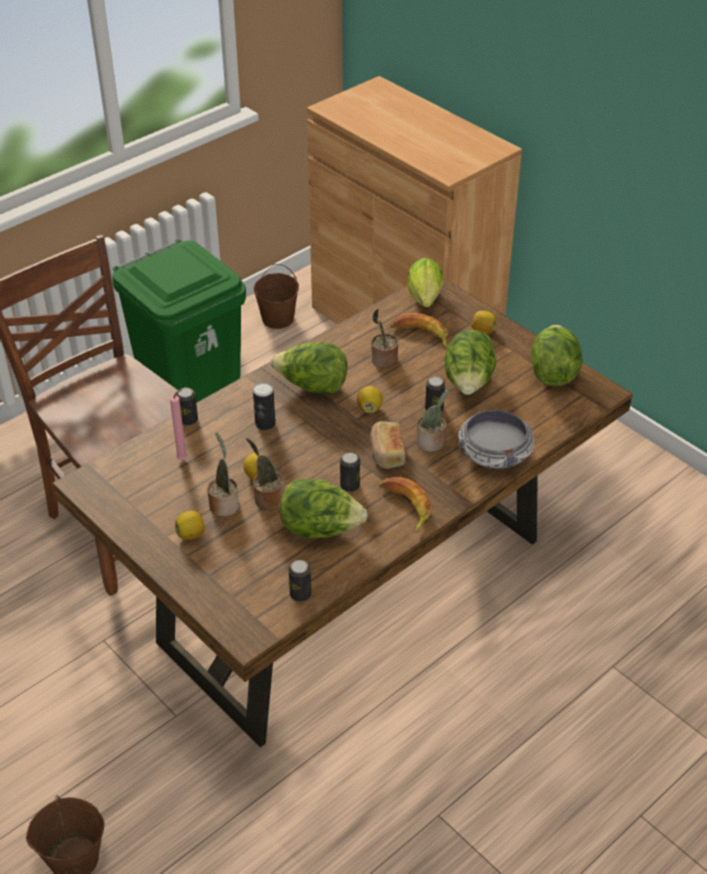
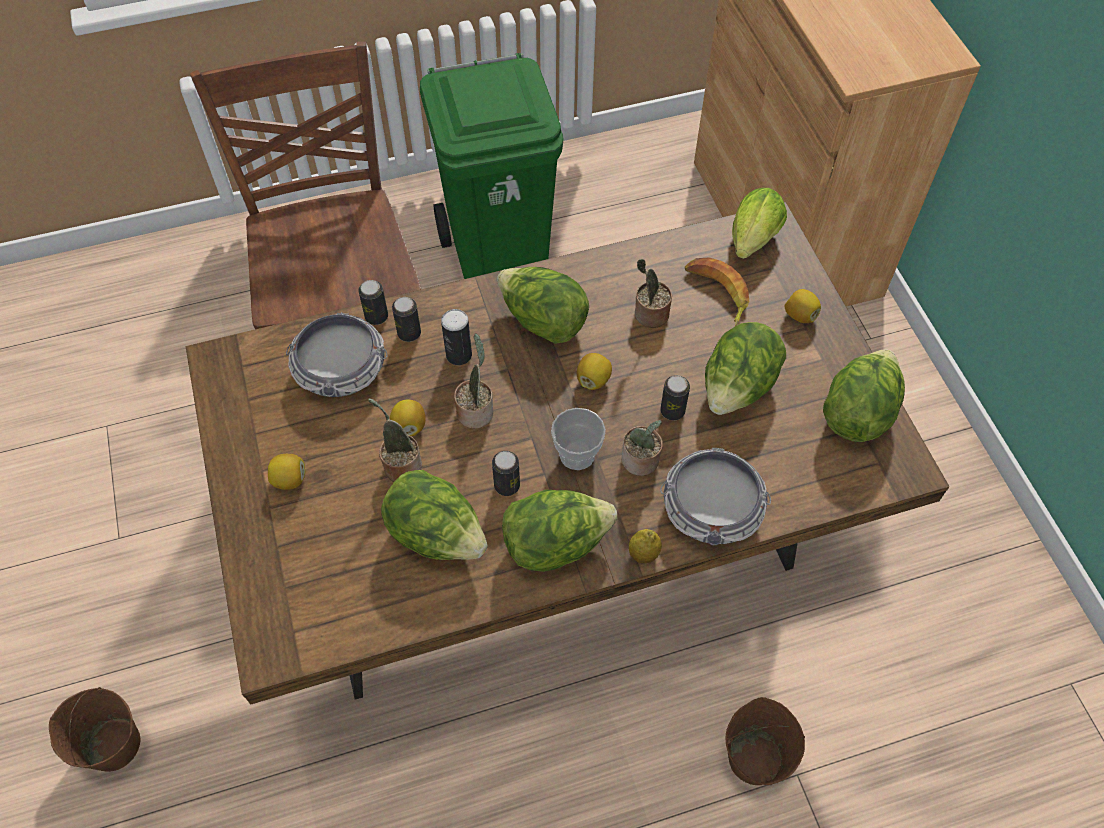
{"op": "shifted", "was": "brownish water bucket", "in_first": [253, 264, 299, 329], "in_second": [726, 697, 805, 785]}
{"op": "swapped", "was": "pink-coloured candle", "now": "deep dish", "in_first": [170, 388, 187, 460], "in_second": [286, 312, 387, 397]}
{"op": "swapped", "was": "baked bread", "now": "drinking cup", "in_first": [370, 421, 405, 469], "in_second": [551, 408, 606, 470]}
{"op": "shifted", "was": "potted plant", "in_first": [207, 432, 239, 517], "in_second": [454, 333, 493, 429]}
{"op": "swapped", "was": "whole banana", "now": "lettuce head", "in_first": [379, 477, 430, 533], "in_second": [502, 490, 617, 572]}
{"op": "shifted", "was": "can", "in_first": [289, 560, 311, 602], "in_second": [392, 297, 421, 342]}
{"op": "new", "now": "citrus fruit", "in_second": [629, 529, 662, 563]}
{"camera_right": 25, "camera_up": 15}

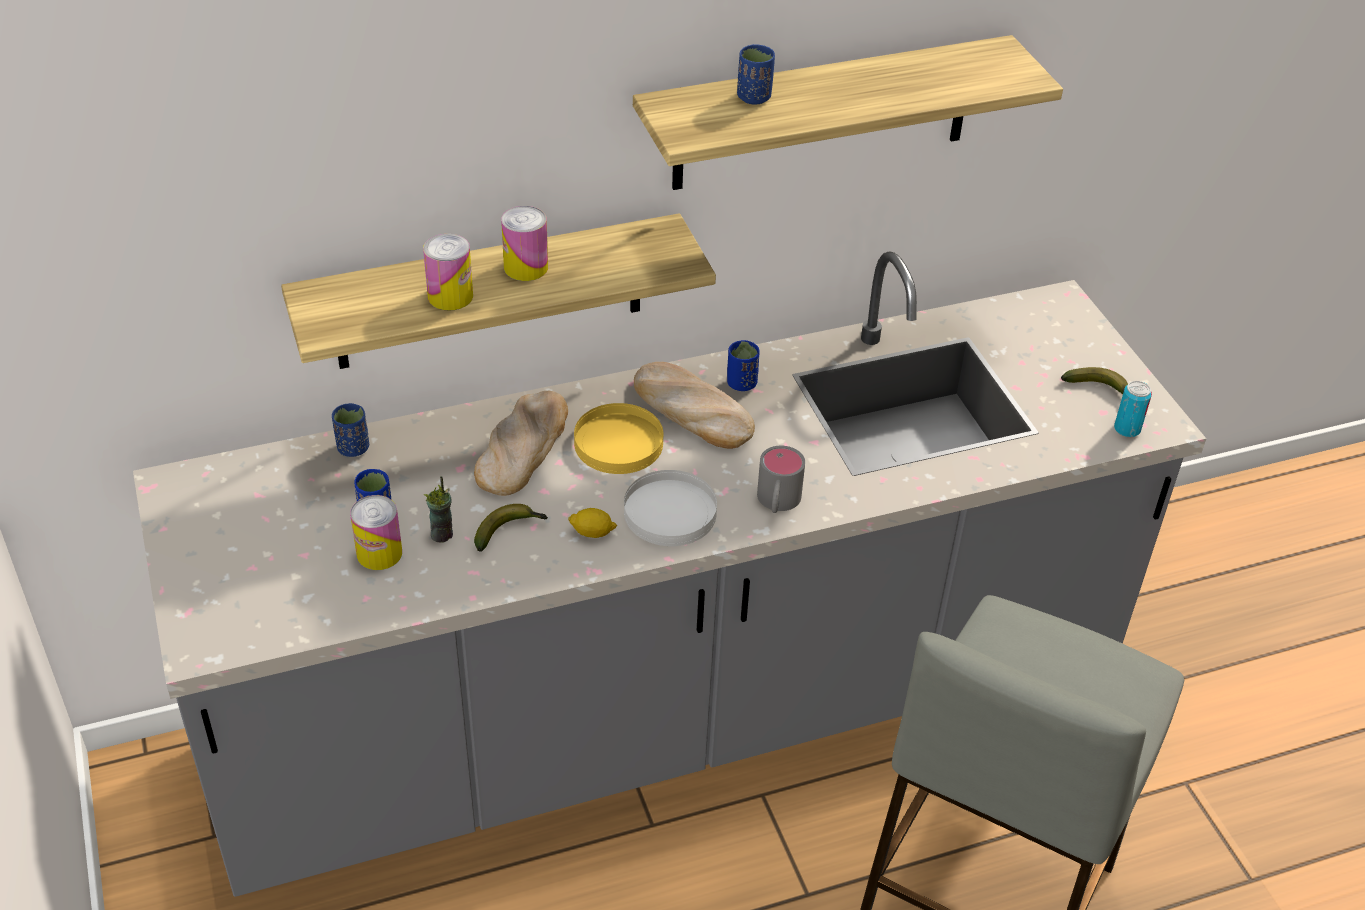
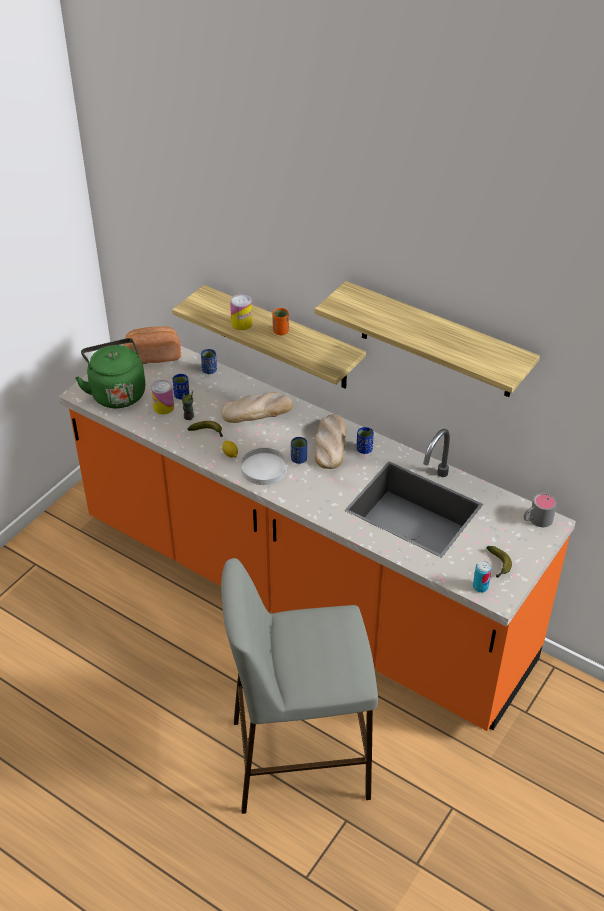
{"op": "shifted", "was": "blue drinking cup", "in_first": [737, 44, 775, 105], "in_second": [291, 437, 307, 464]}
{"op": "swapped", "was": "can", "now": "orangey drinking cup", "in_first": [501, 206, 548, 281], "in_second": [272, 308, 289, 335]}
{"op": "repainted", "was": "grey kitchen base unit", "now": "orangey kitchen base unit", "in_first": [133, 251, 1206, 897], "in_second": [58, 346, 576, 731]}
{"op": "gone", "was": "yellowish plate", "in_first": [574, 403, 663, 474]}
{"op": "shifted", "was": "grey coffee mug", "in_first": [757, 446, 805, 513], "in_second": [524, 493, 557, 527]}
{"op": "new", "now": "baked bread", "in_second": [123, 326, 181, 364]}
{"op": "new", "now": "greenish kettle", "in_second": [75, 338, 146, 408]}
{"camera_right": 55, "camera_up": 0}

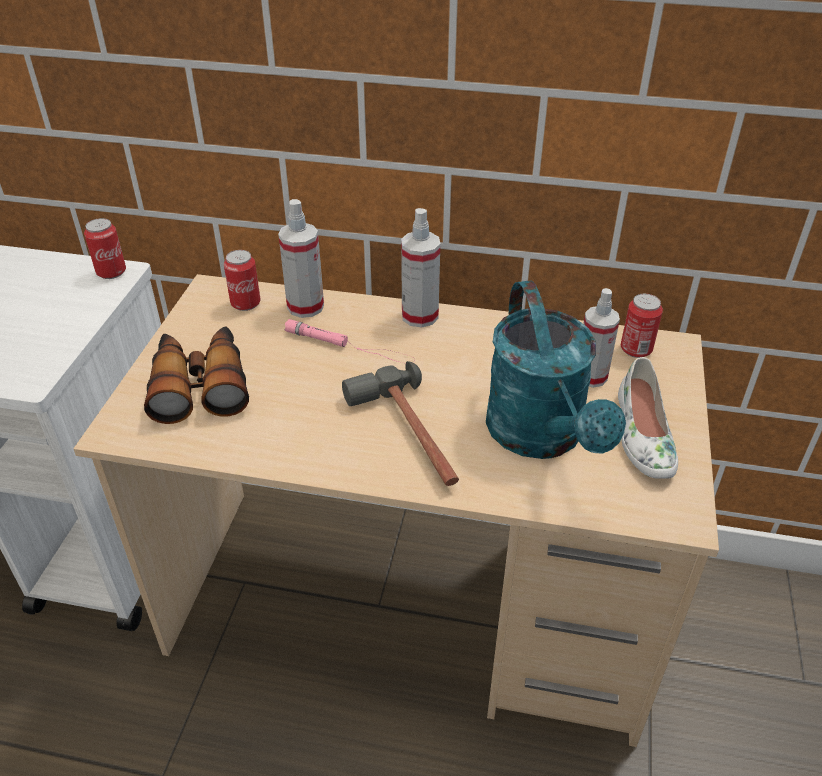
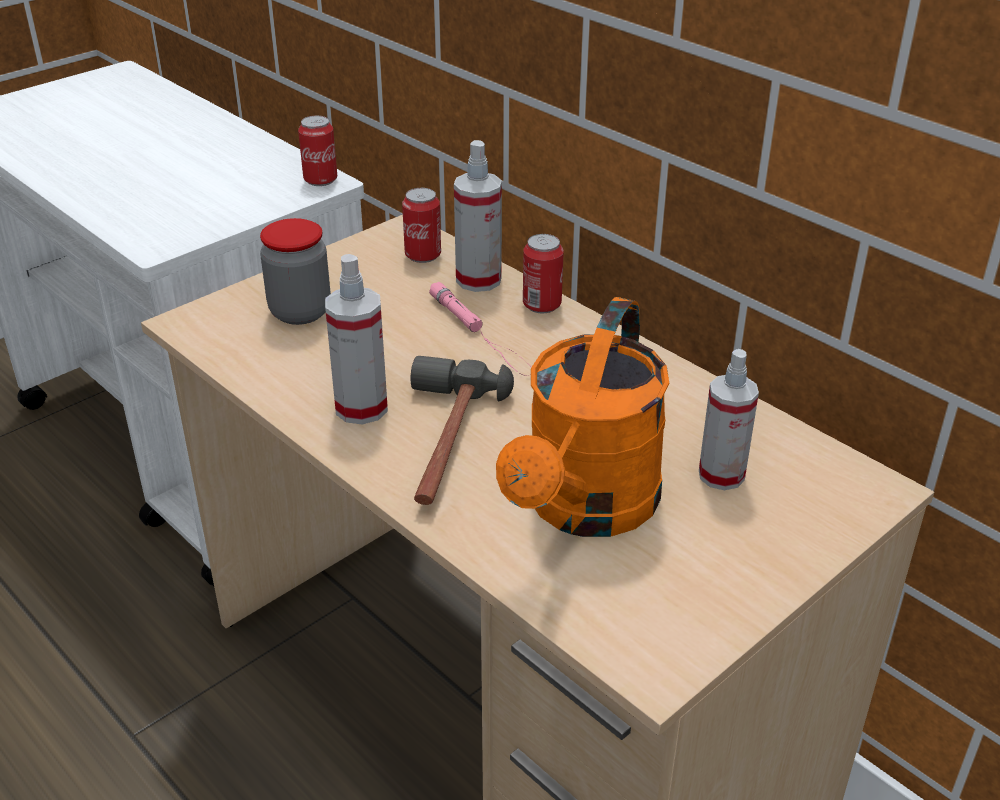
{"op": "shifted", "was": "sprayer", "in_first": [401, 208, 440, 327], "in_second": [325, 254, 388, 424]}
{"op": "repainted", "was": "turquoise-coloured watering pot", "now": "orangey watering pot", "in_first": [486, 280, 626, 459], "in_second": [496, 297, 670, 537]}
{"op": "shifted", "was": "can", "in_first": [621, 294, 663, 358], "in_second": [523, 234, 564, 313]}
{"op": "swapped", "was": "field glasses", "now": "storage jar", "in_first": [144, 326, 249, 424], "in_second": [260, 218, 331, 325]}
{"op": "gone", "was": "white-coloured item of footwear", "in_first": [618, 357, 678, 479]}
{"camera_right": 35, "camera_up": -5}

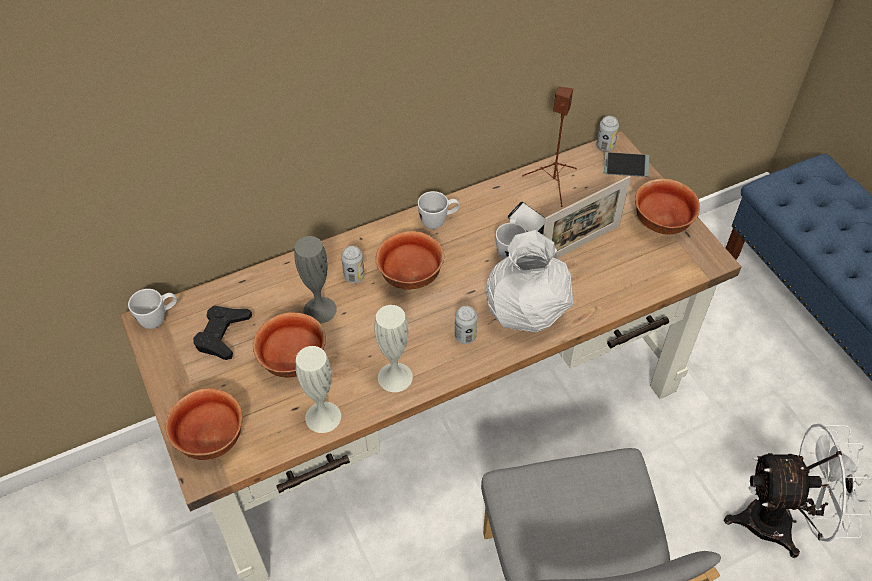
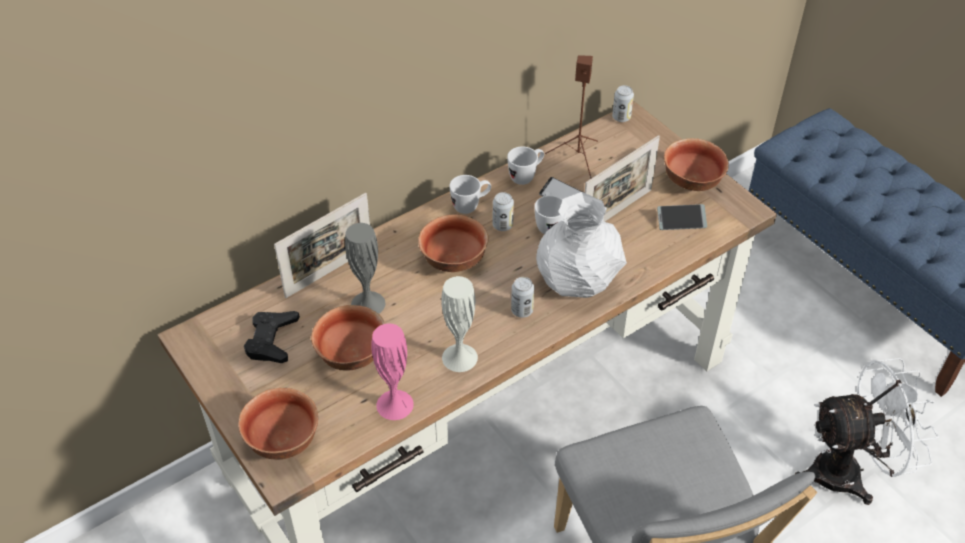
{"op": "shifted", "was": "handset", "in_first": [604, 152, 649, 177], "in_second": [657, 204, 707, 230]}
{"op": "shifted", "was": "can", "in_first": [341, 246, 365, 283], "in_second": [493, 192, 514, 231]}
{"op": "shifted", "was": "white-coloured coffee mug", "in_first": [128, 289, 177, 329], "in_second": [507, 146, 544, 185]}
{"op": "repainted", "was": "white-coloured flower vase", "now": "pink-coloured flower vase", "in_first": [295, 346, 341, 433], "in_second": [371, 323, 414, 420]}
{"op": "new", "now": "photo frame", "in_second": [274, 193, 370, 298]}
{"camera_right": -10, "camera_up": -5}

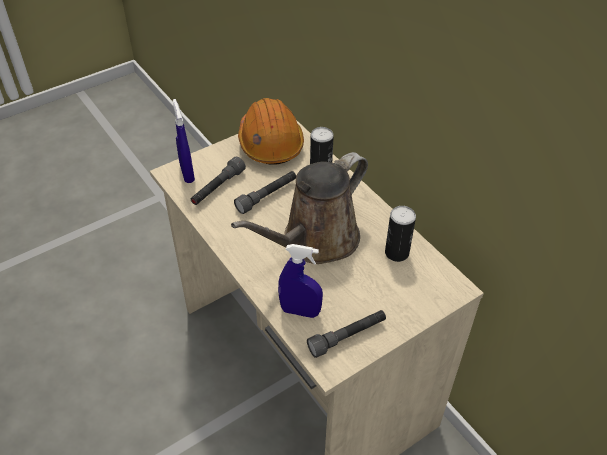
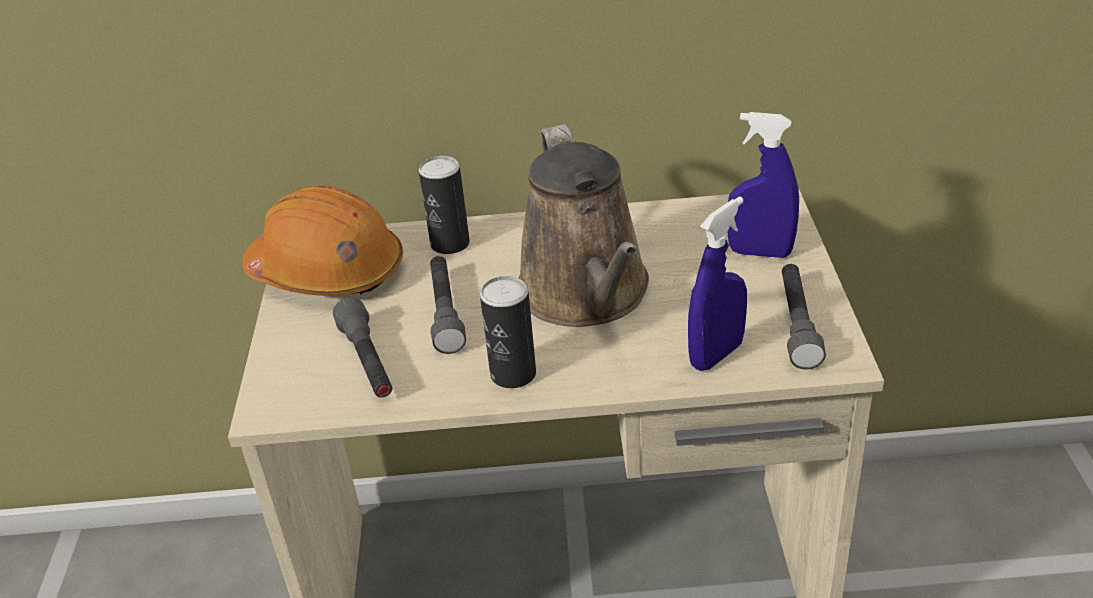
{"op": "shifted", "was": "blue sprayer", "in_first": [173, 99, 195, 183], "in_second": [727, 112, 799, 258]}
{"op": "shifted", "was": "can", "in_first": [385, 206, 416, 262], "in_second": [480, 276, 536, 388]}
{"camera_right": -55, "camera_up": -10}

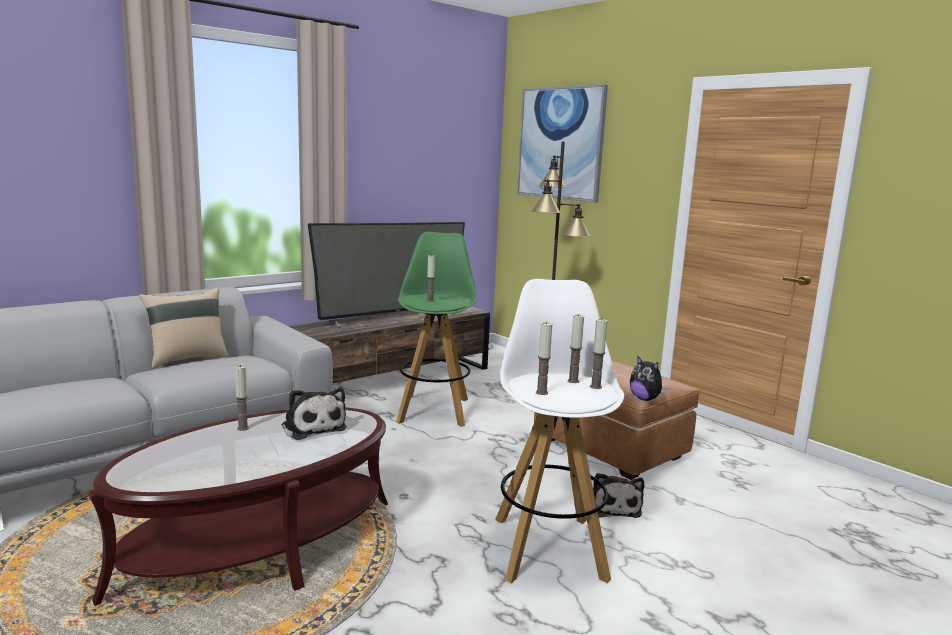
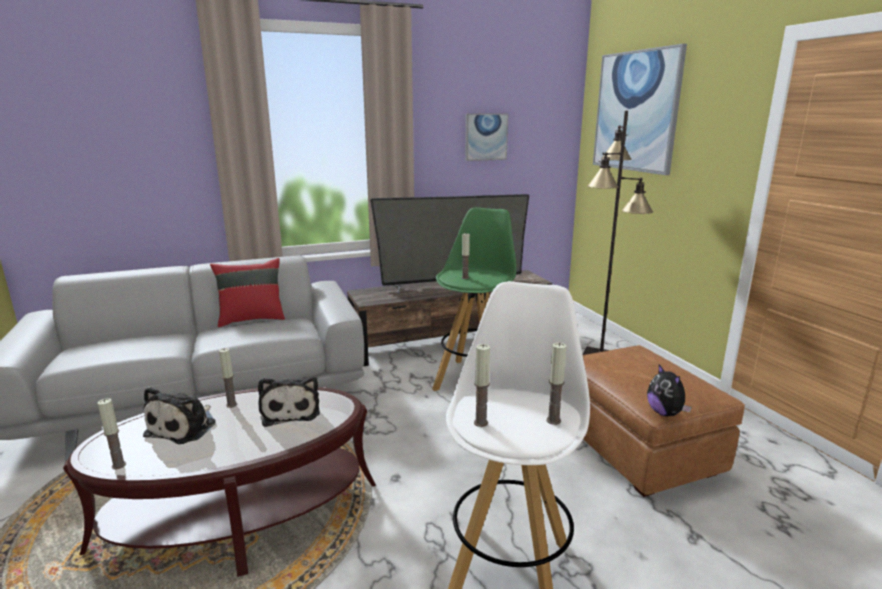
{"op": "repainted", "was": "beige-coloured pillow", "now": "red-coloured pillow", "in_first": [139, 287, 229, 368], "in_second": [210, 258, 285, 327]}
{"op": "shifted", "was": "candle", "in_first": [568, 315, 584, 383], "in_second": [98, 398, 126, 469]}
{"op": "shifted", "was": "plush toy", "in_first": [593, 473, 644, 518], "in_second": [143, 387, 216, 444]}
{"op": "new", "now": "wall art", "in_second": [465, 113, 508, 161]}
{"camera_right": 20, "camera_up": 5}

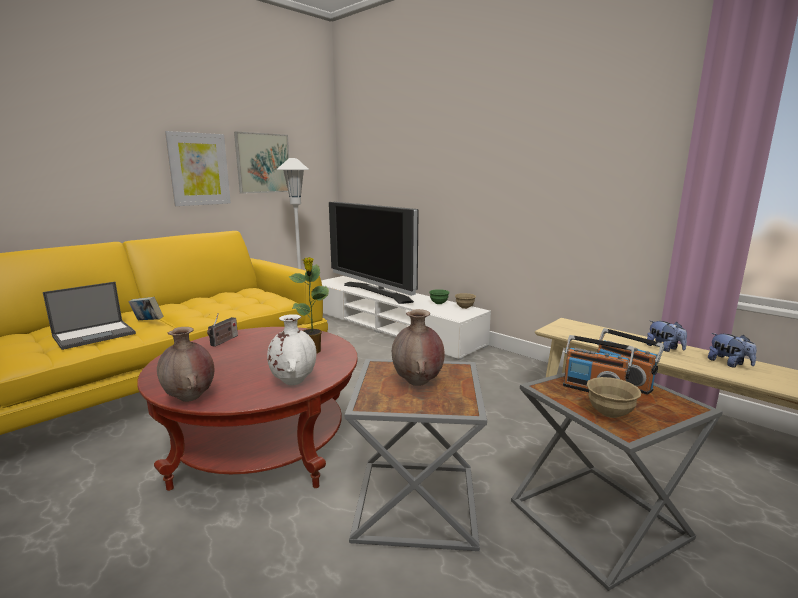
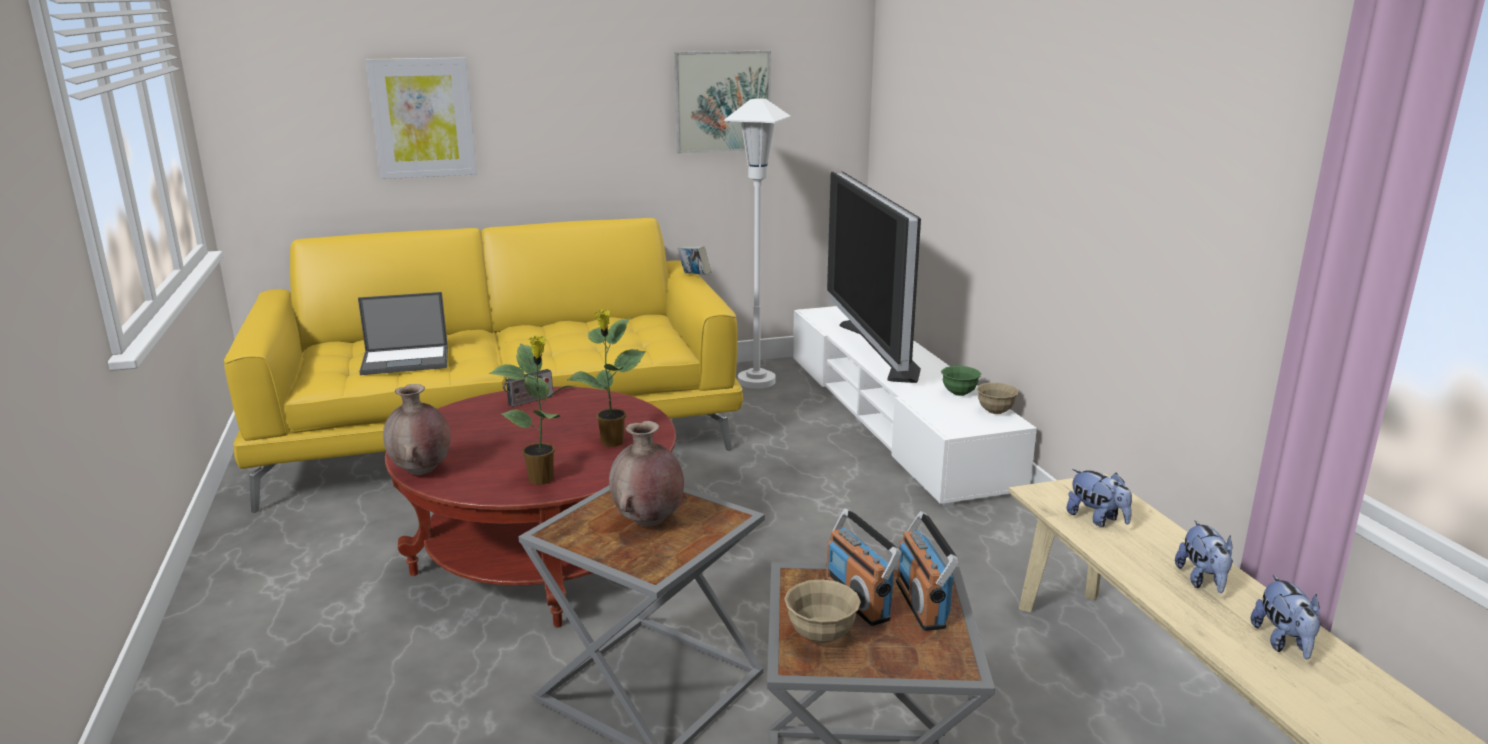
{"op": "shifted", "was": "wall art", "in_first": [165, 131, 231, 206], "in_second": [366, 57, 477, 179]}
{"op": "shifted", "was": "book", "in_first": [128, 297, 164, 320], "in_second": [678, 246, 711, 275]}
{"op": "swapped", "was": "white-coloured flower vase", "now": "potted plant", "in_first": [267, 314, 316, 385], "in_second": [489, 336, 572, 485]}
{"op": "new", "now": "plush toy", "in_second": [1066, 469, 1132, 527]}
{"camera_right": 30, "camera_up": 5}

